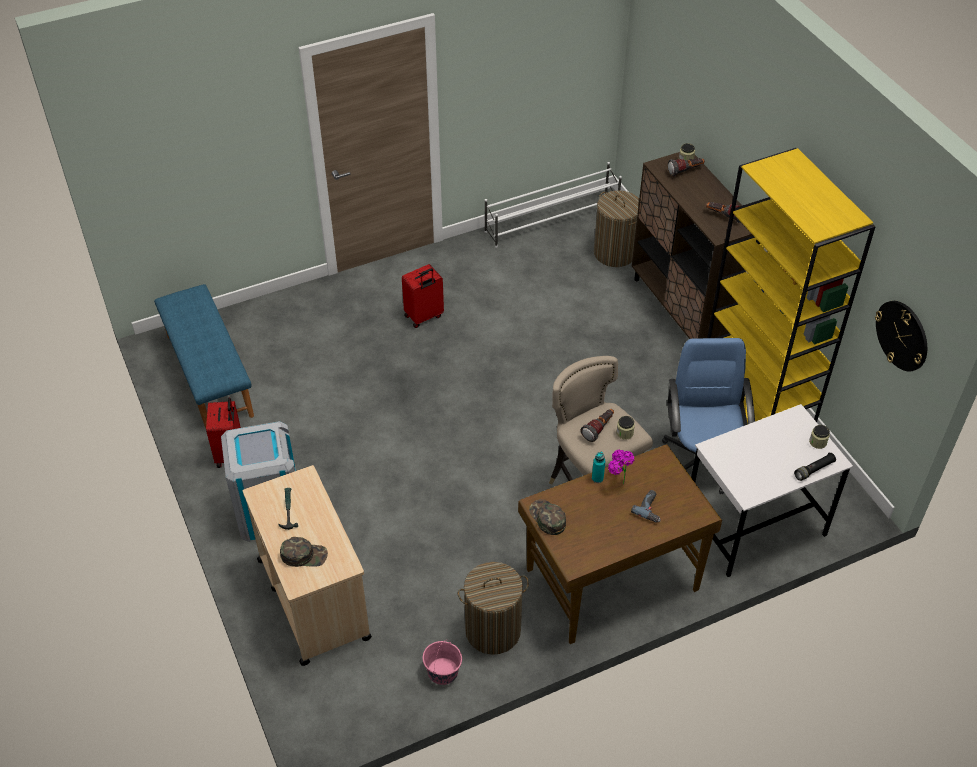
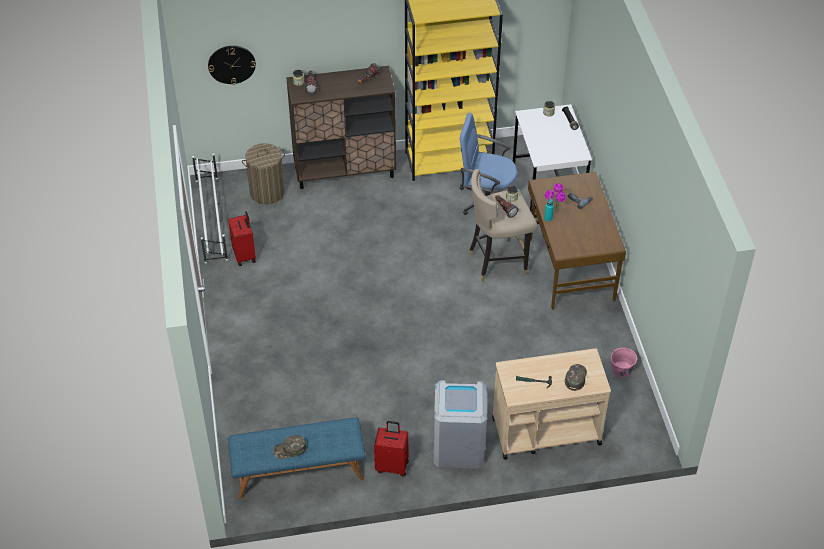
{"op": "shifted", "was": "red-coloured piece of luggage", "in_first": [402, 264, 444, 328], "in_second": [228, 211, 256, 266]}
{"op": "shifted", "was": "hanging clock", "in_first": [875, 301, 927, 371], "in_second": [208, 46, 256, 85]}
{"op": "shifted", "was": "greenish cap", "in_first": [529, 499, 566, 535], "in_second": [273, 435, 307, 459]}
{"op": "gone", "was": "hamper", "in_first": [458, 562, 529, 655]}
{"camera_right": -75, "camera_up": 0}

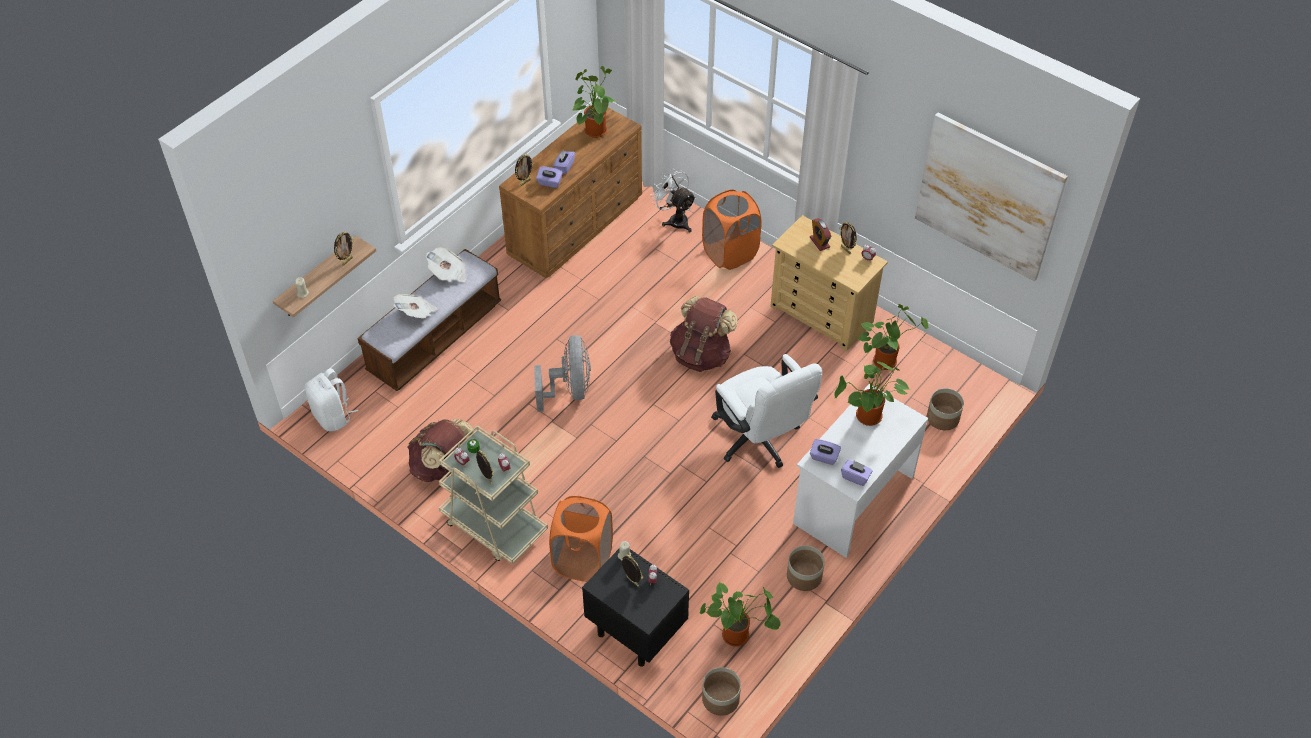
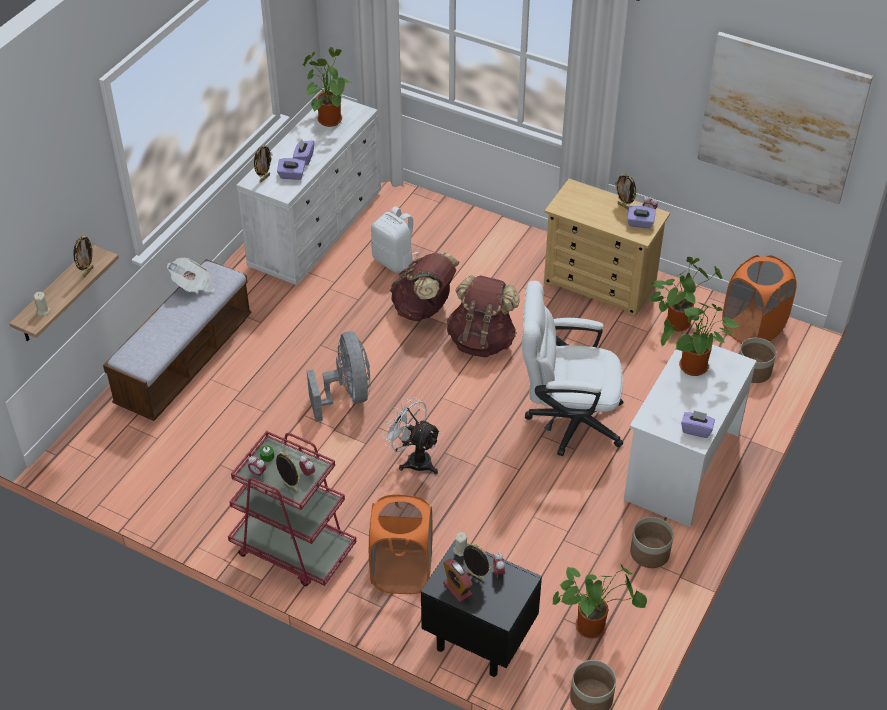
{"op": "repainted", "was": "brownish chest of drawers", "now": "white-coloured chest of drawers", "in_first": [499, 108, 642, 279], "in_second": [236, 98, 381, 285]}
{"op": "shifted", "was": "white-coloured fan", "in_first": [650, 168, 696, 232], "in_second": [382, 397, 441, 474]}
{"op": "shifted", "was": "orangey hamper", "in_first": [702, 189, 761, 270], "in_second": [722, 255, 797, 344]}
{"op": "shifted", "was": "table clock", "in_first": [810, 218, 831, 251], "in_second": [443, 558, 473, 602]}
{"op": "gone", "was": "printed paper", "in_first": [393, 294, 438, 319]}
{"op": "rotated", "was": "white-coloured desk chair", "in_first": [711, 354, 822, 468], "in_second": [522, 281, 624, 456], "clockwise": 135}
{"op": "shifted", "was": "white-coloured knapsack", "in_first": [304, 368, 358, 431], "in_second": [371, 206, 418, 273]}
{"op": "shifted", "was": "brownish knapsack", "in_first": [407, 419, 474, 482], "in_second": [390, 252, 460, 321]}
{"op": "repainted", "was": "beige-coloured trolley", "now": "red-coloured trolley", "in_first": [439, 425, 548, 564], "in_second": [228, 431, 356, 586]}
{"op": "shifted", "was": "purple tissue holder", "in_first": [810, 439, 841, 465], "in_second": [627, 206, 656, 229]}
{"camera_right": -10, "camera_up": -5}

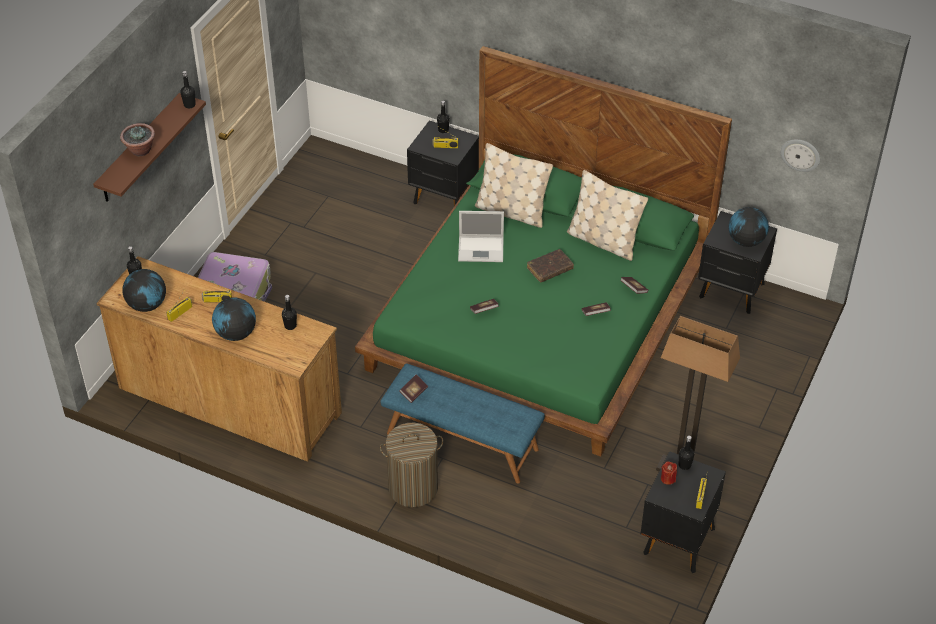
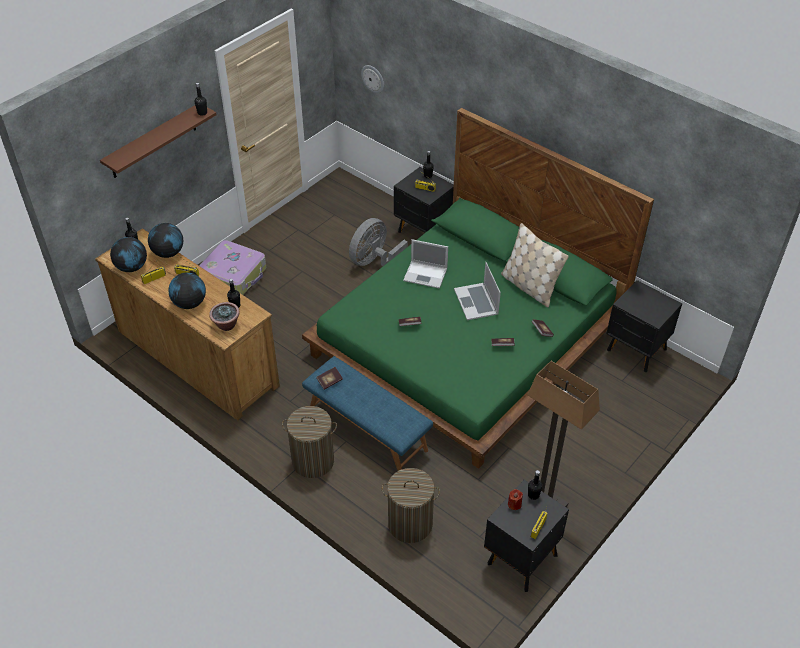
{"op": "shifted", "was": "potted plant", "in_first": [120, 123, 155, 156], "in_second": [209, 302, 240, 331]}
{"op": "shifted", "was": "hanging clock", "in_first": [781, 139, 820, 172], "in_second": [361, 65, 384, 93]}
{"op": "gone", "was": "beige-coloured pillow", "in_first": [475, 143, 553, 228]}
{"op": "shifted", "was": "desk globe", "in_first": [729, 207, 769, 247], "in_second": [148, 223, 183, 258]}
{"op": "swapped", "was": "brownish book", "now": "laptop", "in_first": [527, 249, 574, 282], "in_second": [454, 262, 501, 320]}
{"op": "new", "now": "grey fan", "in_second": [349, 218, 408, 266]}
{"op": "new", "now": "hamper", "in_second": [382, 468, 440, 543]}
{"camera_right": 15, "camera_up": 0}

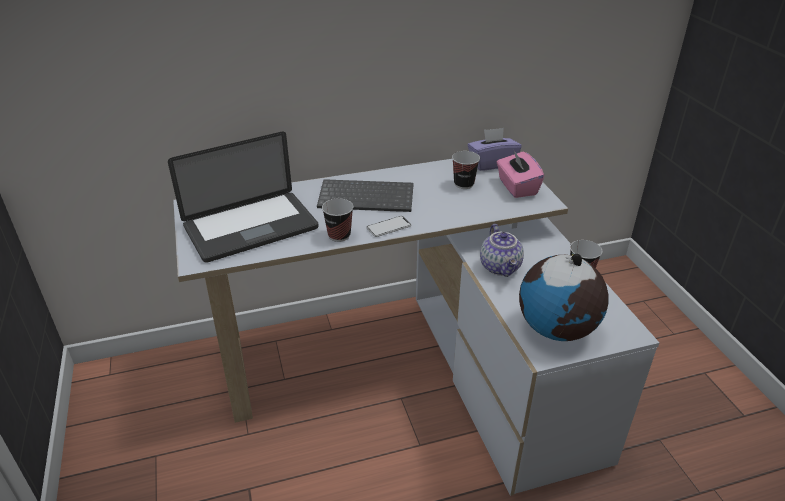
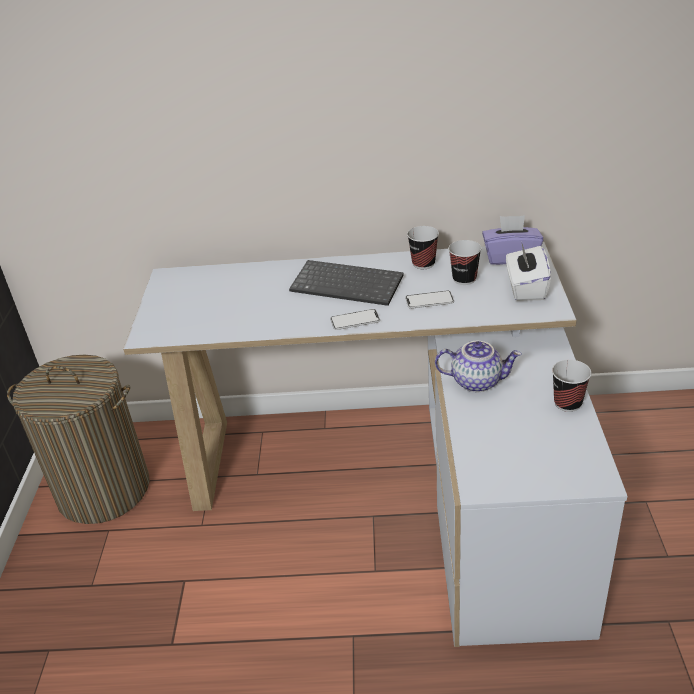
{"op": "gone", "was": "laptop", "in_first": [168, 132, 319, 263]}
{"op": "repainted", "was": "pink-coloured tissue holder", "now": "white-coloured tissue holder", "in_first": [497, 149, 544, 198], "in_second": [506, 244, 551, 301]}
{"op": "shifted", "was": "drinking cup", "in_first": [322, 198, 354, 242], "in_second": [407, 226, 439, 269]}
{"op": "rotated", "was": "teapot", "in_first": [480, 224, 524, 277], "in_second": [435, 341, 522, 392], "clockwise": -90}
{"op": "gone", "was": "desk globe", "in_first": [519, 253, 608, 341]}
{"op": "new", "now": "handset", "in_second": [405, 290, 454, 309]}
{"op": "new", "now": "hamper", "in_second": [7, 355, 150, 524]}
{"camera_right": 20, "camera_up": 0}

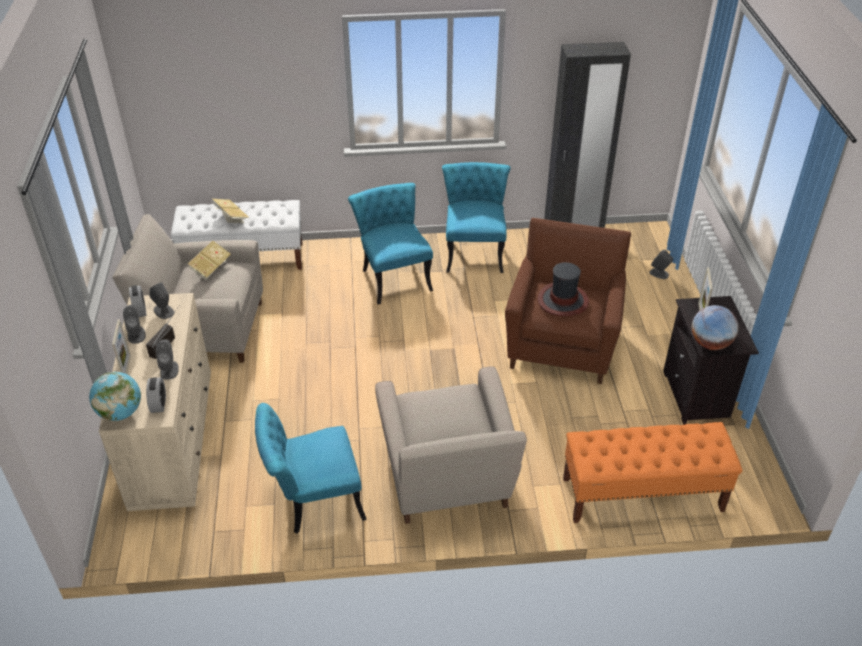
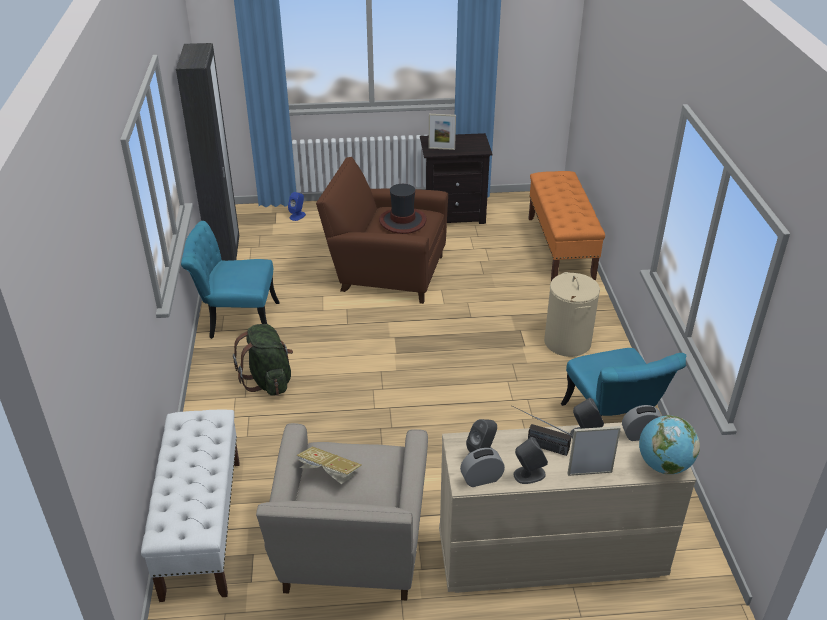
{"op": "swapped", "was": "turquoise-coloured chair", "now": "greenish knapsack", "in_first": [348, 183, 433, 304], "in_second": [233, 324, 293, 396]}
{"op": "gone", "was": "book", "in_first": [212, 199, 249, 223]}
{"op": "repainted", "was": "grey loudspeaker", "now": "blue loudspeaker", "in_first": [650, 250, 673, 279], "in_second": [288, 192, 306, 221]}
{"op": "gone", "was": "desk globe", "in_first": [692, 305, 738, 350]}
{"op": "swapped", "was": "beige-coloured easy chair", "now": "beige-coloured hamper", "in_first": [375, 366, 527, 524], "in_second": [544, 272, 600, 357]}
{"camera_right": -90, "camera_up": -5}

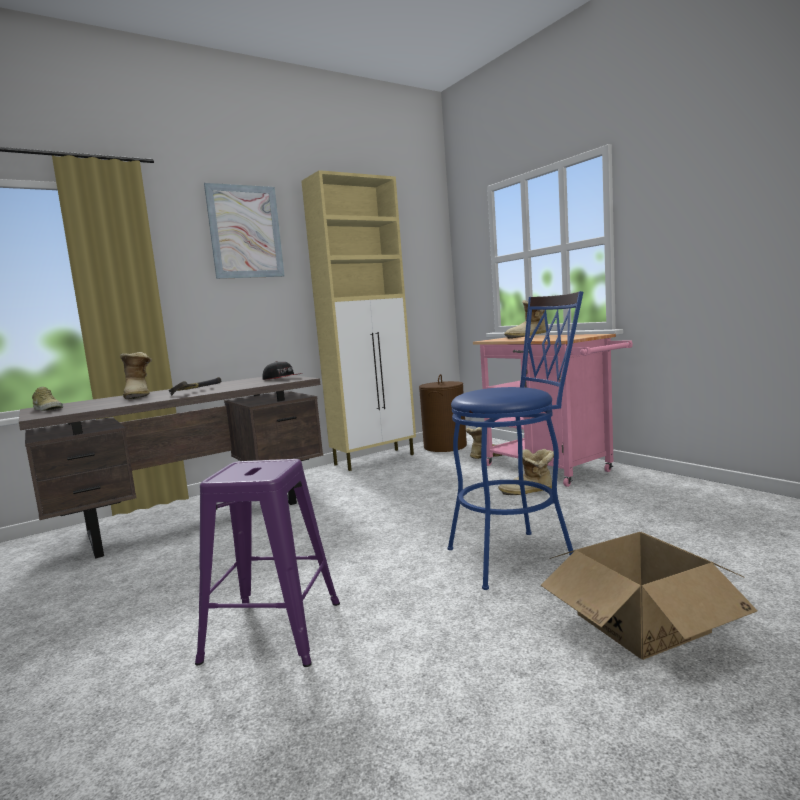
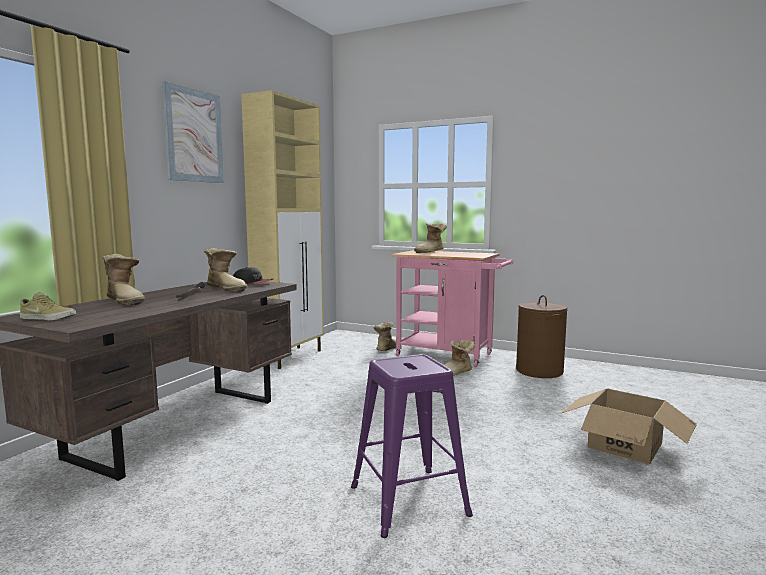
{"op": "gone", "was": "blue stool", "in_first": [447, 291, 583, 590]}
{"op": "shifted", "was": "brownish hamper", "in_first": [419, 374, 467, 452], "in_second": [516, 295, 567, 378]}
{"op": "new", "now": "boot", "in_second": [204, 248, 247, 292]}
{"camera_right": -30, "camera_up": 0}

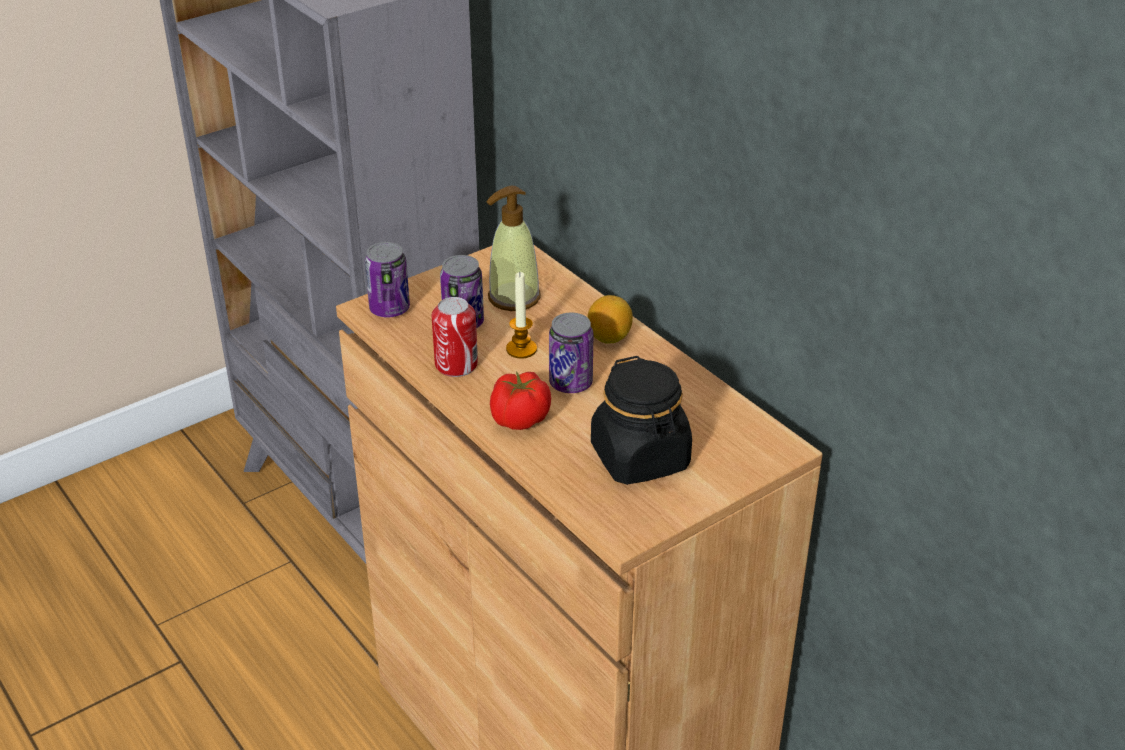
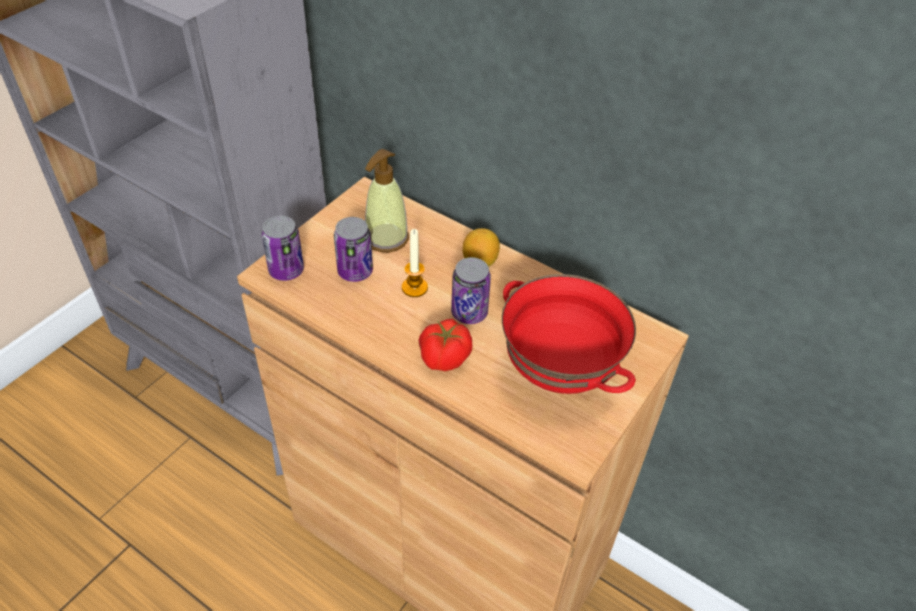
{"op": "gone", "was": "can", "in_first": [432, 297, 478, 377]}
{"op": "swapped", "was": "black storage jar", "now": "red-coloured deep dish", "in_first": [591, 356, 692, 485], "in_second": [502, 274, 636, 394]}
{"camera_right": -20, "camera_up": 10}

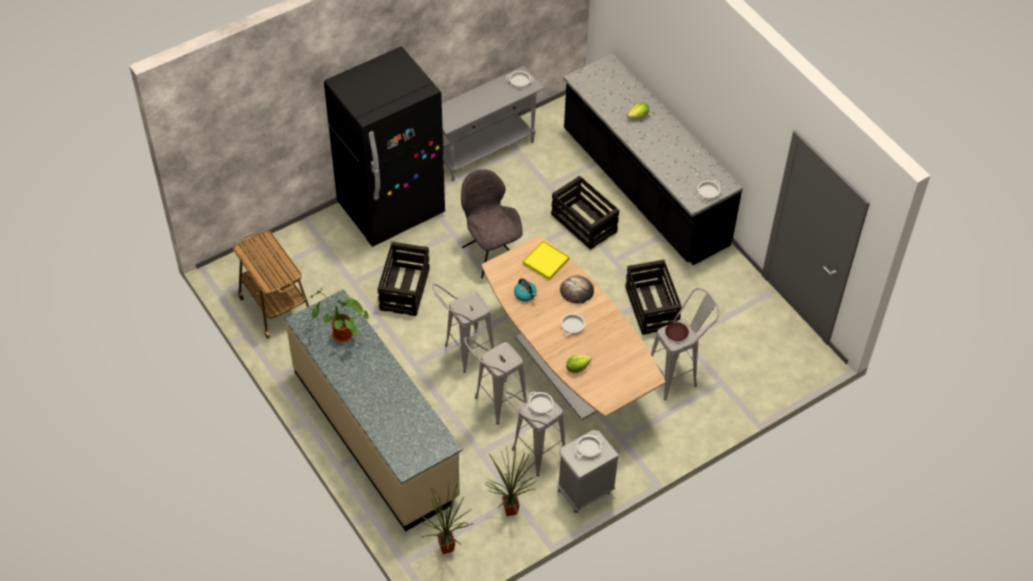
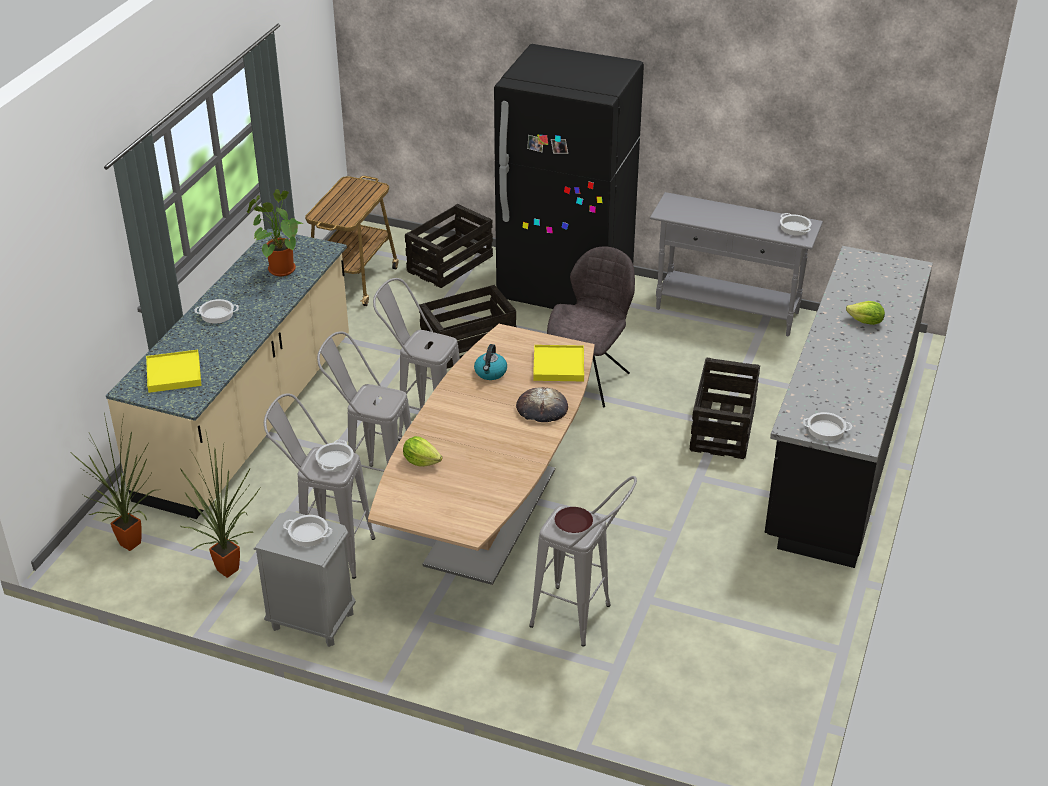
{"op": "shifted", "was": "packing crate", "in_first": [625, 259, 682, 335], "in_second": [405, 204, 493, 288]}
{"op": "shifted", "was": "stockpot", "in_first": [561, 312, 585, 335], "in_second": [195, 299, 239, 324]}
{"op": "new", "now": "yellowish serving tray", "in_second": [146, 350, 202, 393]}
{"camera_right": 55, "camera_up": -15}

